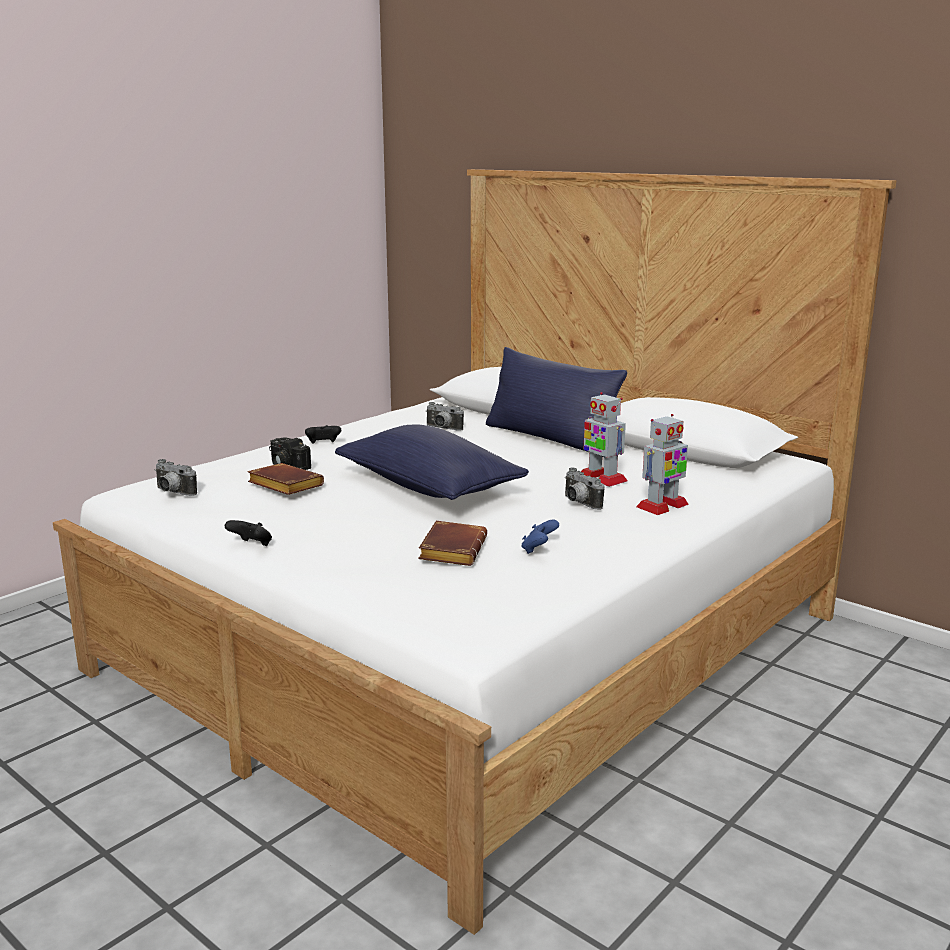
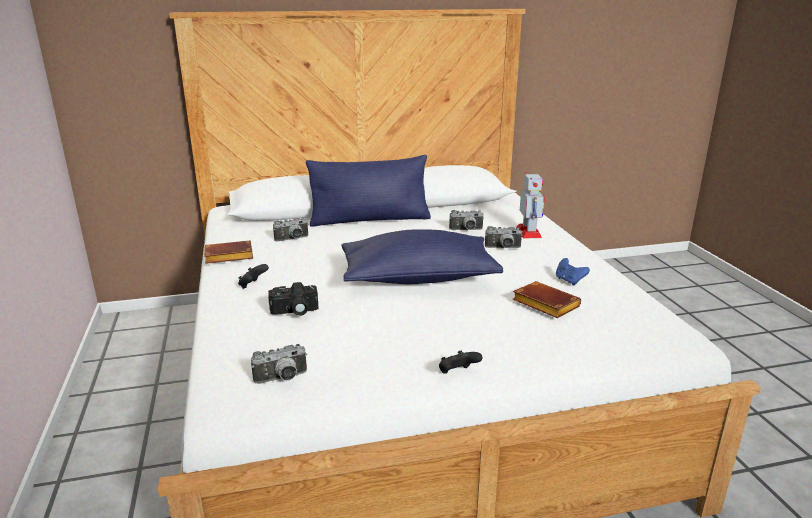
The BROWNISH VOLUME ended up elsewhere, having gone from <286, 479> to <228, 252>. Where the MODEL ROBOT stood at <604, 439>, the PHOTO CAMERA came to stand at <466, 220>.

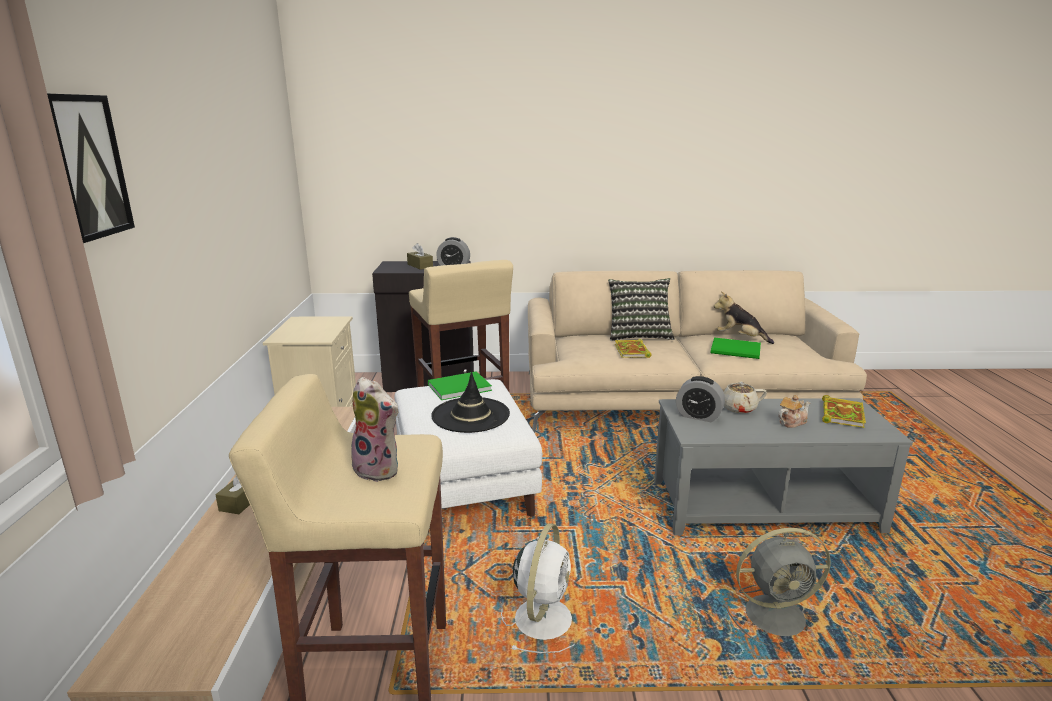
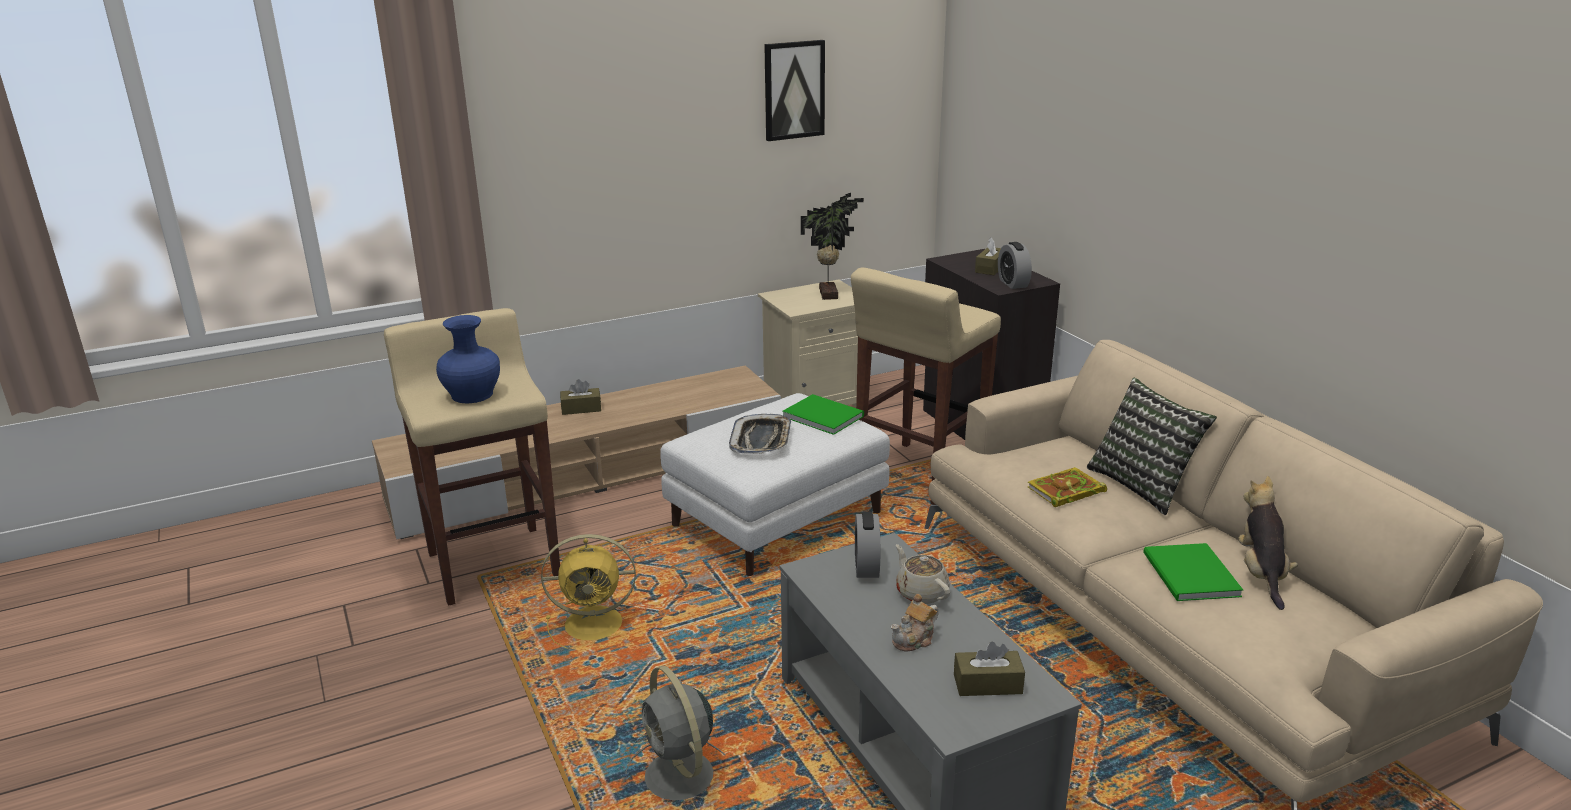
Where the PLUSH TOY stood at <374, 429>, the BLUE FLOWER VASE came to stand at <468, 359>. What was the WHITE FAN at <538, 588> turned into the YELLOW FAN at <588, 591>. Where the BLACKISH HAT stood at <470, 402>, the TRAY came to stand at <760, 434>. The WALL ART ended up elsewhere, having gone from <91, 168> to <794, 90>. The second view gained the PLANT IN A POT at <832, 246>. The TEA POT at <794, 411> ended up facing another way, 105 degrees clockwise from before. Where the VOLUME stood at <844, 411>, the BROWNISH BOX OF TISSUES came to stand at <989, 669>.

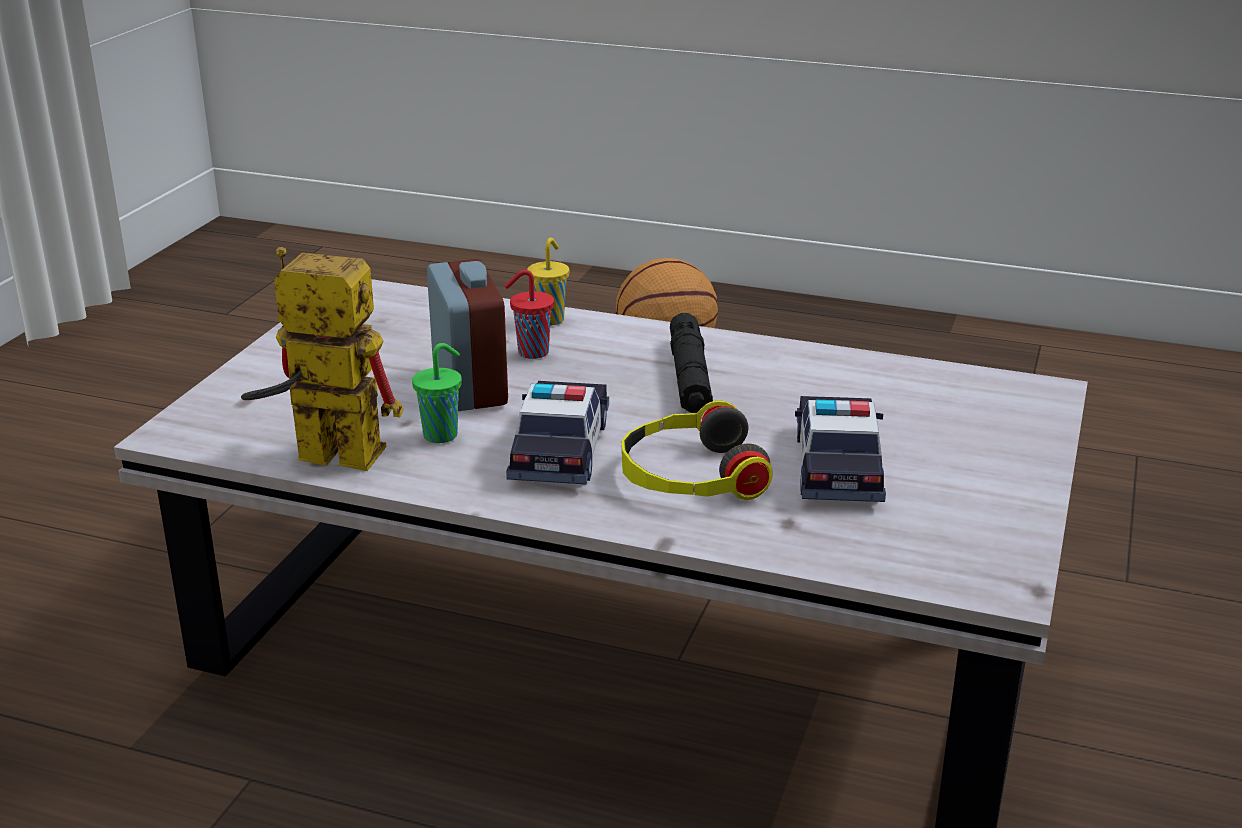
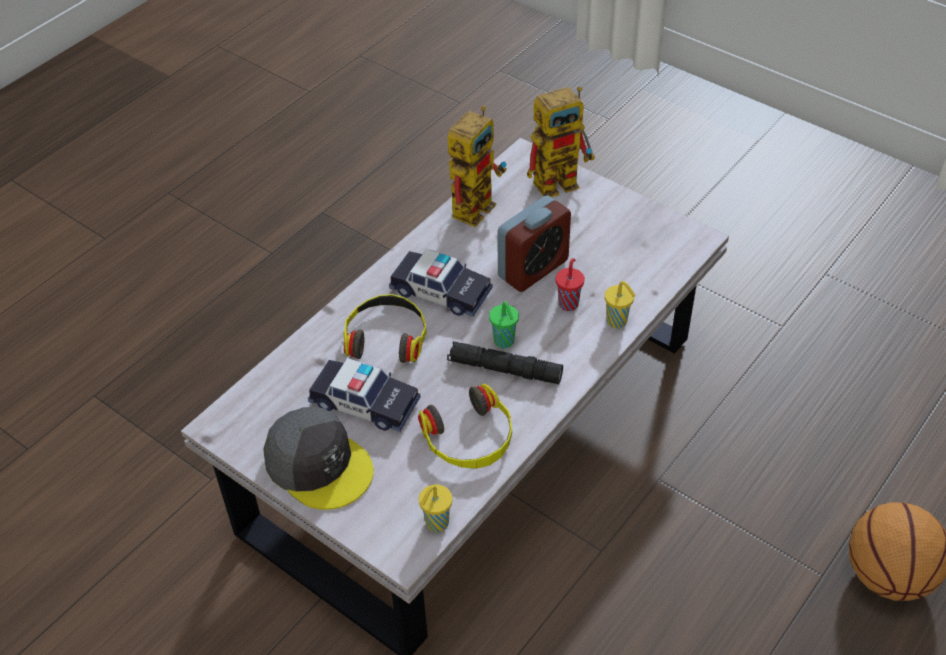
The second view gained the GRAY BASEBALL CAP at <318, 458>. The second view gained the HEADPHONES at <465, 426>. The second view gained the YELLOW SMALL CUP at <435, 508>. The GREENISH SMALL CUP ended up elsewhere, having gone from <437, 393> to <504, 324>. The BEDSIDE CLOCK at <467, 335> ended up facing another way, 45 degrees counterclockwise from before. The second view gained the MODEL ROBOT at <561, 141>.

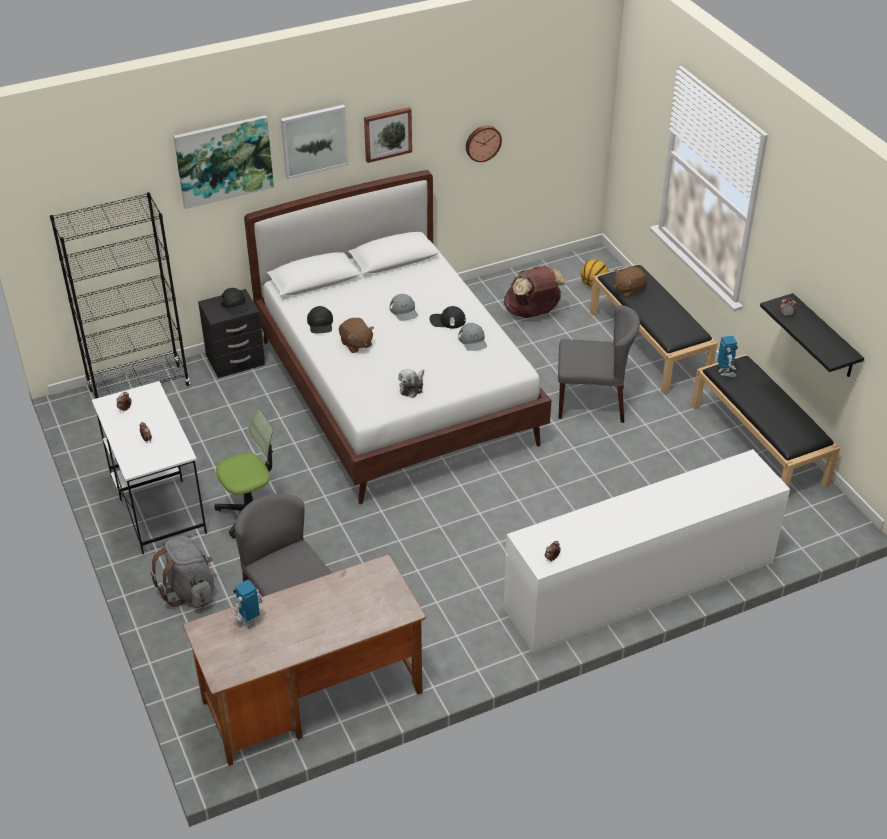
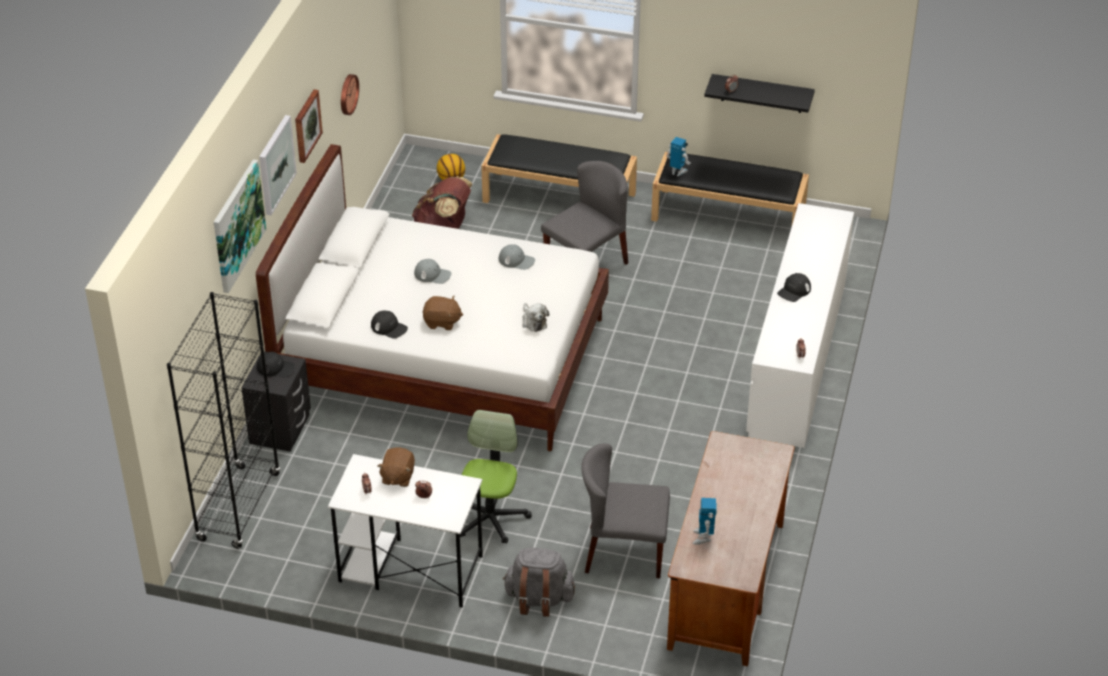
The BROWNISH PLUSH TOY ended up elsewhere, having gone from <630, 282> to <396, 467>. The BLACKISH BASEBALL CAP ended up elsewhere, having gone from <447, 317> to <794, 287>.

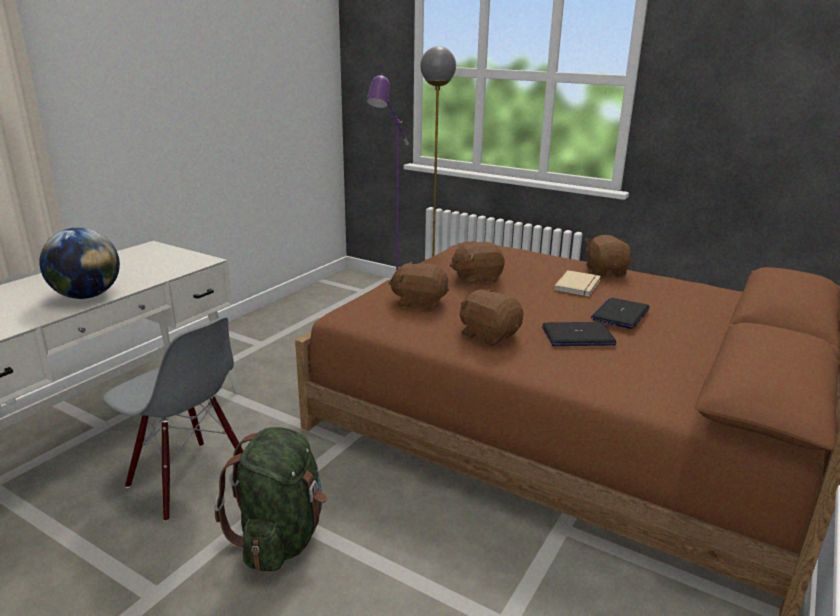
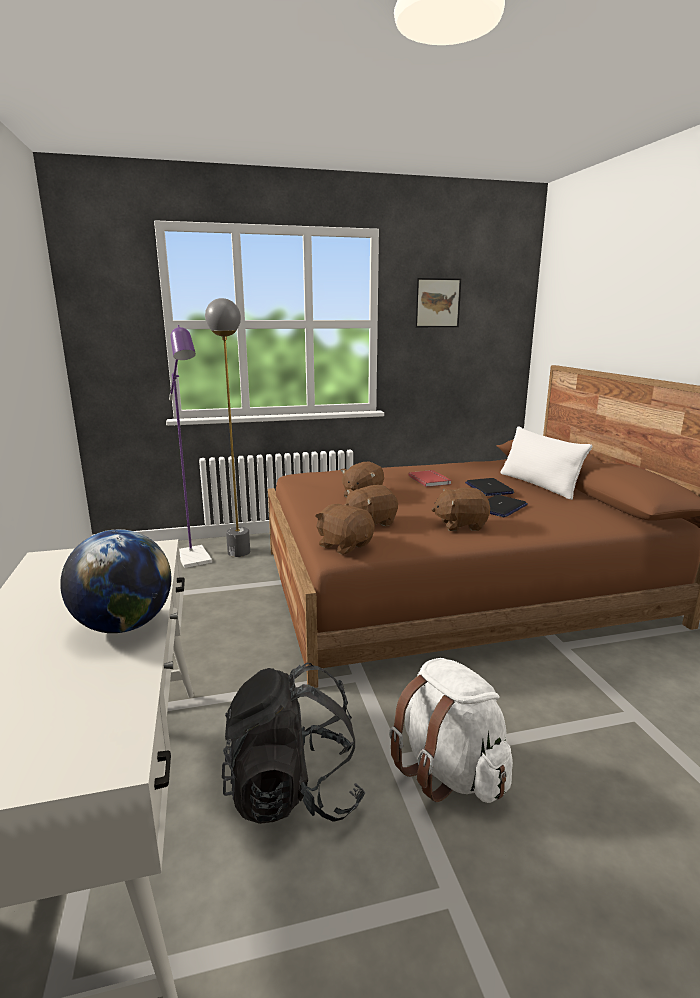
Where the GRAY UPRIGHT CHAIR stood at <173, 419>, the BLACKISH BACKPACK came to stand at <293, 743>. The BROWNISH PLUSH TOY ended up elsewhere, having gone from <608, 255> to <345, 529>. What was the GREENISH BACKPACK at <270, 499> turned into the WHITE BACKPACK at <451, 730>. What was the BEIGE-COLOURED VOLUME at <577, 283> turned into the RED-COLOURED VOLUME at <430, 478>. The second view gained the WALL ART at <438, 302>. The second view gained the WHITE THROW PILLOW at <546, 463>.

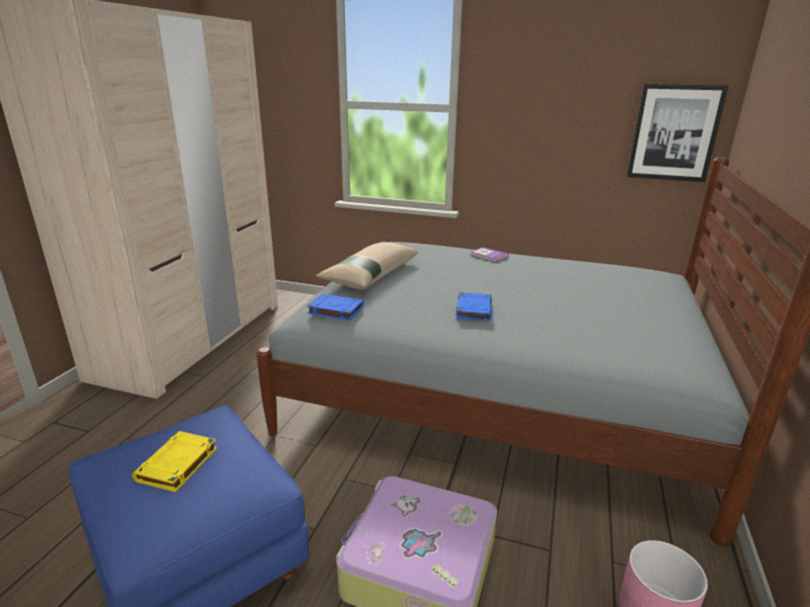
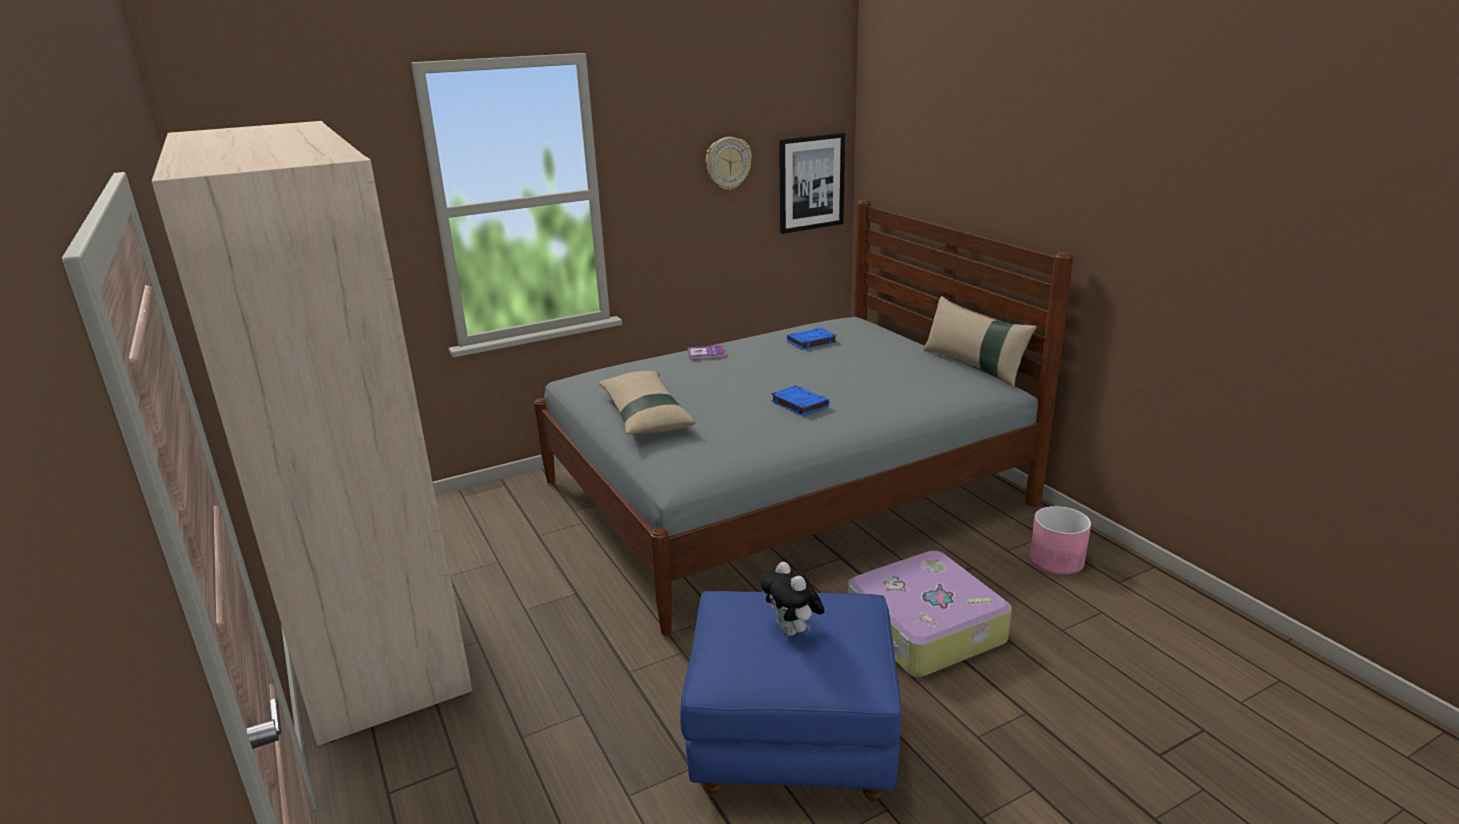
The second view gained the WALL CLOCK at <729, 163>. Where the YELLOW VOLUME stood at <174, 461>, the PLUSH TOY came to stand at <793, 599>. The BLUE VOLUME ended up elsewhere, having gone from <335, 307> to <812, 339>. The second view gained the BEIGE-COLOURED THROW PILLOW at <980, 341>.

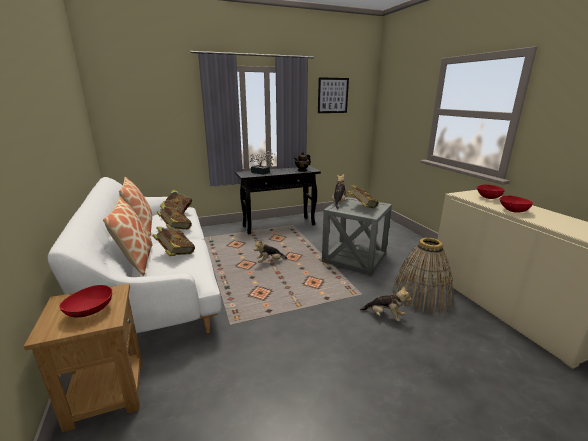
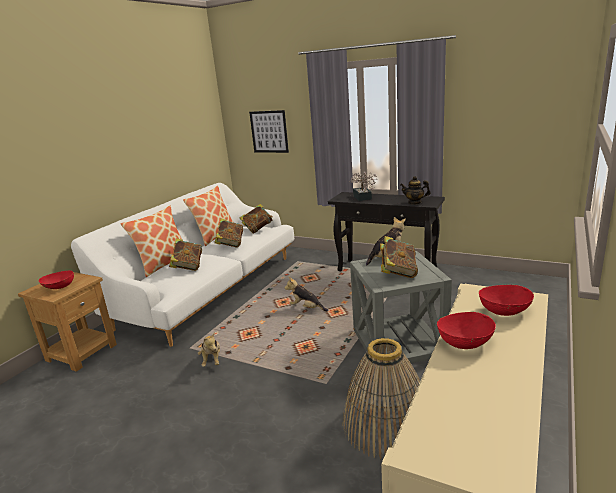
The PLUSH TOY ended up elsewhere, having gone from <386, 303> to <209, 349>. The WALL ART ended up elsewhere, having gone from <333, 95> to <269, 131>.

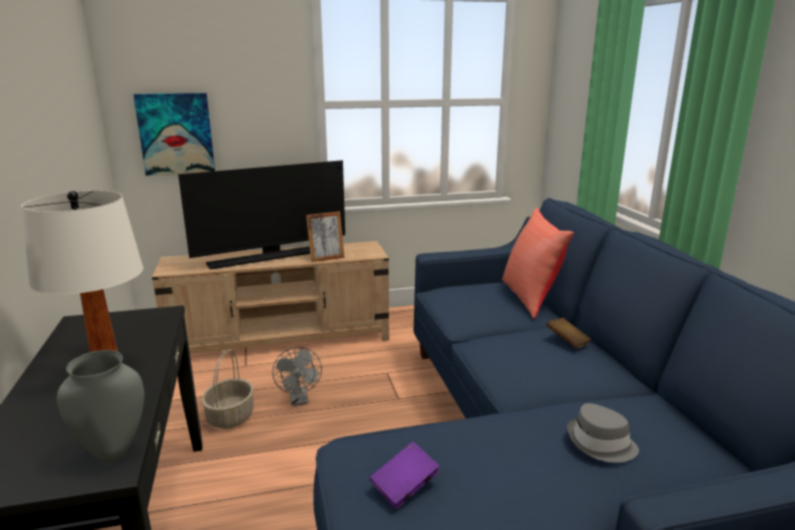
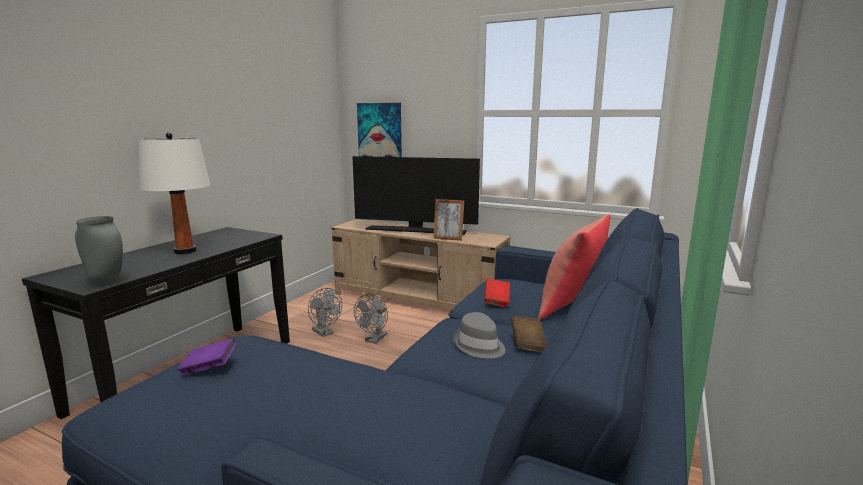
Where the STORAGE BASKET stood at <227, 389>, the GRAY FAN came to stand at <325, 312>. The GRAY HAT ended up elsewhere, having gone from <603, 433> to <479, 335>. The second view gained the RED-COLOURED VOLUME at <497, 293>.

